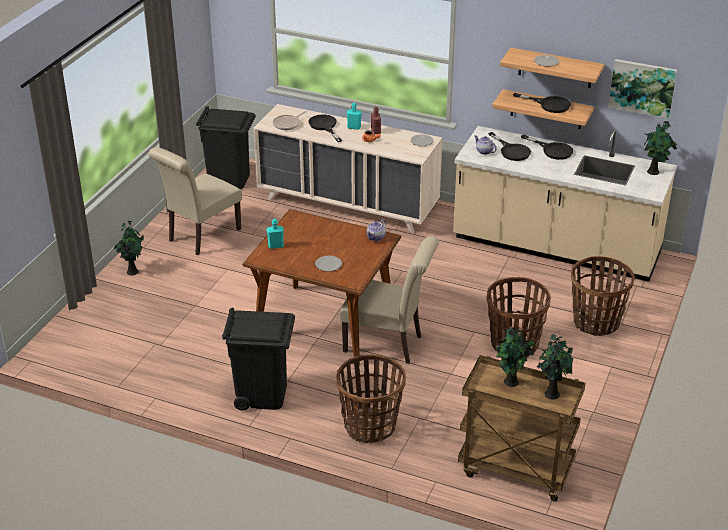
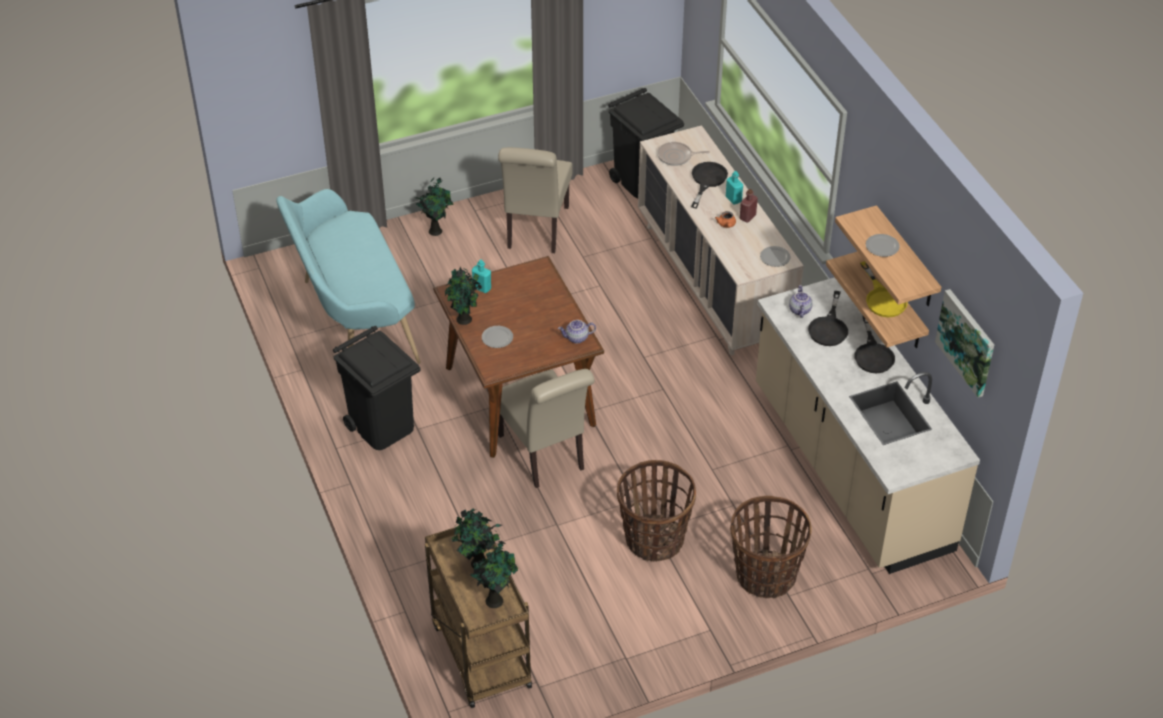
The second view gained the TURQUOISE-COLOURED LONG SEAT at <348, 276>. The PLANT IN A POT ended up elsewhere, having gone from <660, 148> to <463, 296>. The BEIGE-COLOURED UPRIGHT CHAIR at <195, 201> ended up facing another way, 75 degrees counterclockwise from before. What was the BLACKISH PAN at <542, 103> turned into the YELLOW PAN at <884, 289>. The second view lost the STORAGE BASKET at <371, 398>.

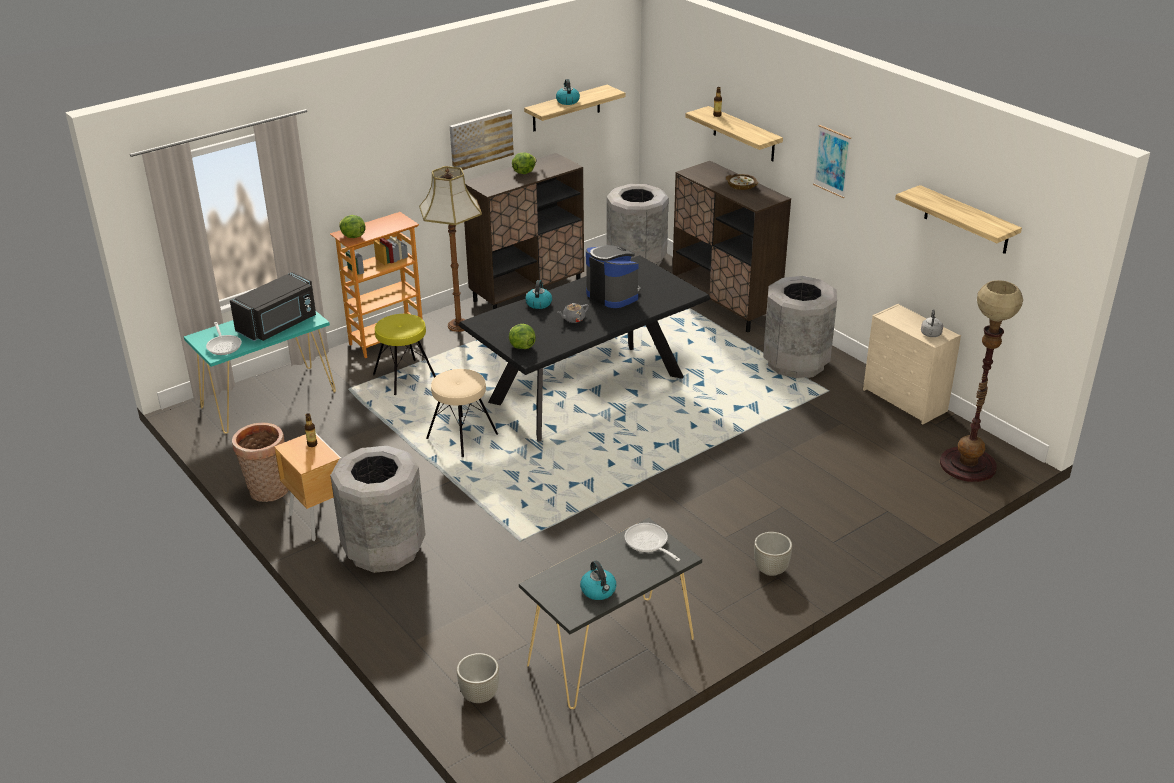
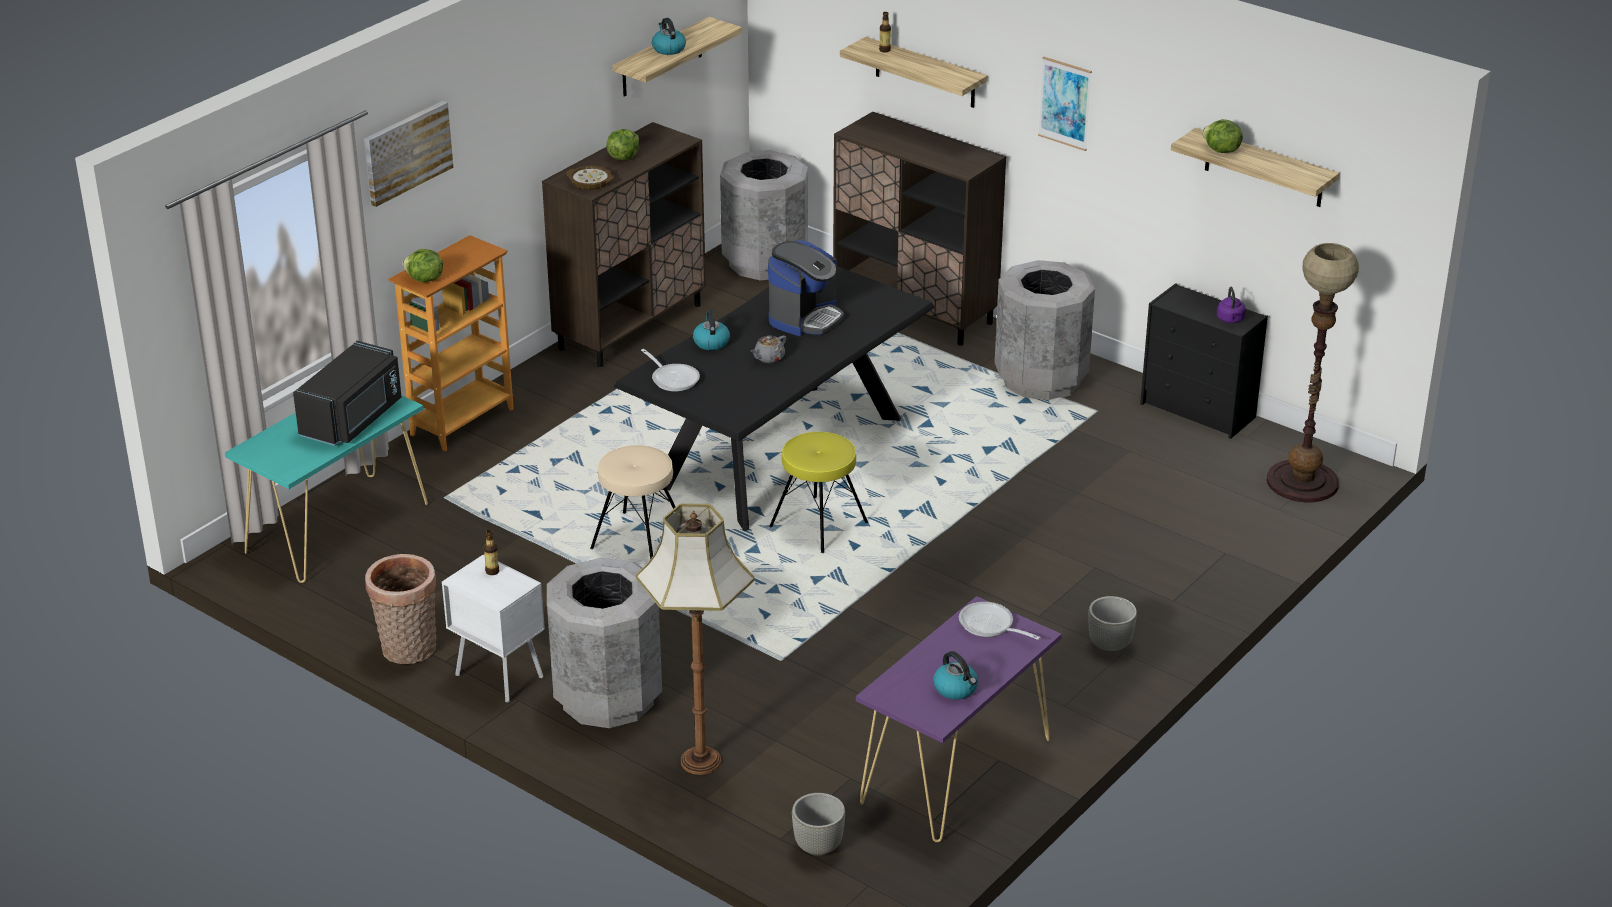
The WALL ART ended up elsewhere, having gone from <482, 139> to <408, 154>. What was the BROWNISH BEDSIDE TABLE at <307, 487> turned into the WHITE BEDSIDE TABLE at <493, 628>. The SERVING BOWL ended up elsewhere, having gone from <742, 182> to <590, 178>. The STANDARD LAMP ended up elsewhere, having gone from <450, 249> to <695, 639>. The PAN ended up elsewhere, having gone from <224, 338> to <670, 370>. The COFFEE MACHINE at <613, 276> ended up facing another way, 90 degrees clockwise from before. The YELLOW STOOL ended up elsewhere, having gone from <404, 354> to <818, 492>. What was the BLACKISH CONSOLE TABLE at <610, 613> turned into the PURPLE-COLOURED CONSOLE TABLE at <959, 719>. What was the BEIGE-COLOURED DRESSER at <912, 364> turned into the BLACKISH DRESSER at <1204, 361>. The LETTUCE HEAD ended up elsewhere, having gone from <522, 336> to <1222, 136>. What was the GRAY KETTLE at <932, 323> turned into the PURPLE-COLOURED KETTLE at <1231, 305>.

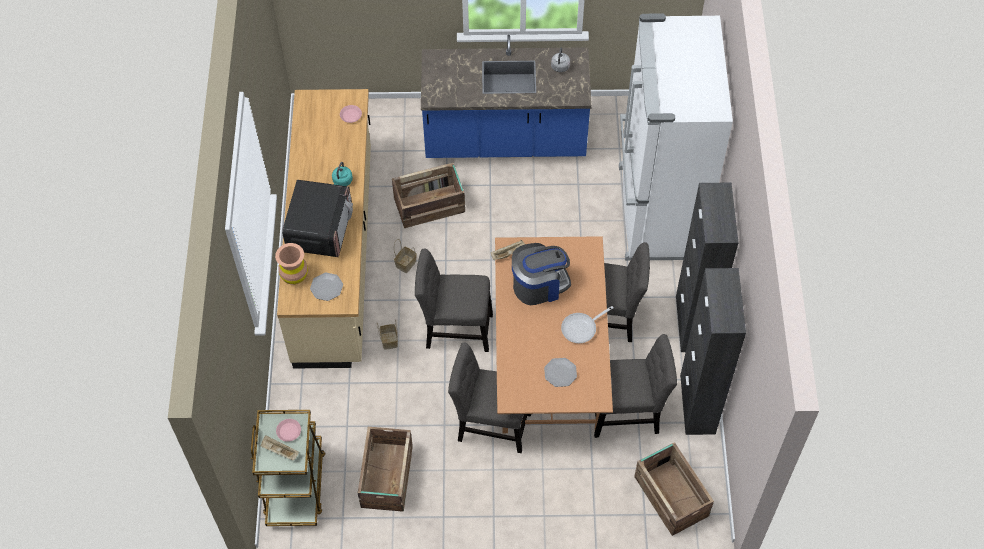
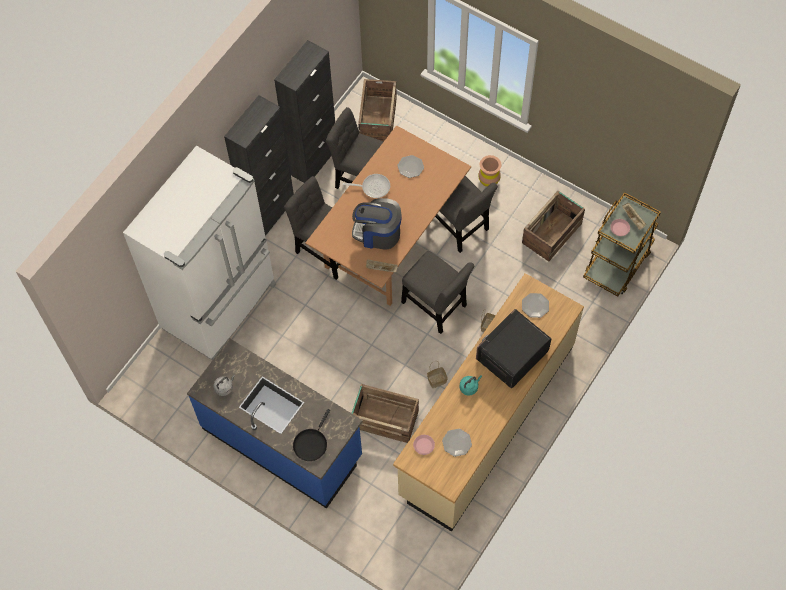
The second view gained the BLACKISH PAN at <311, 435>. The second view gained the DINNER PLATE at <457, 443>. The BROWNISH FLOWER VASE ended up elsewhere, having gone from <291, 264> to <489, 171>.

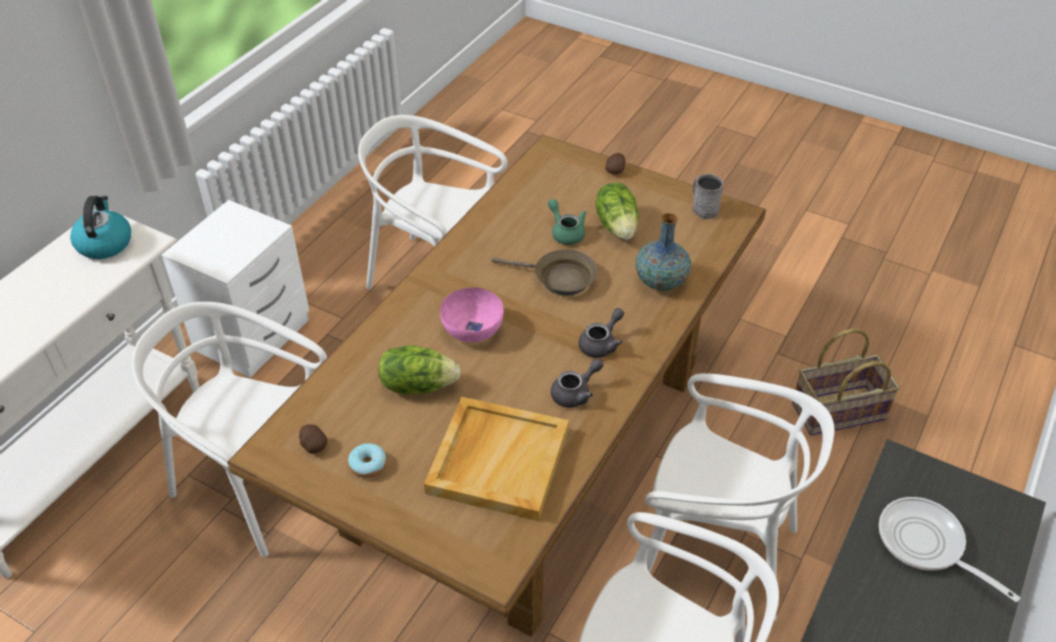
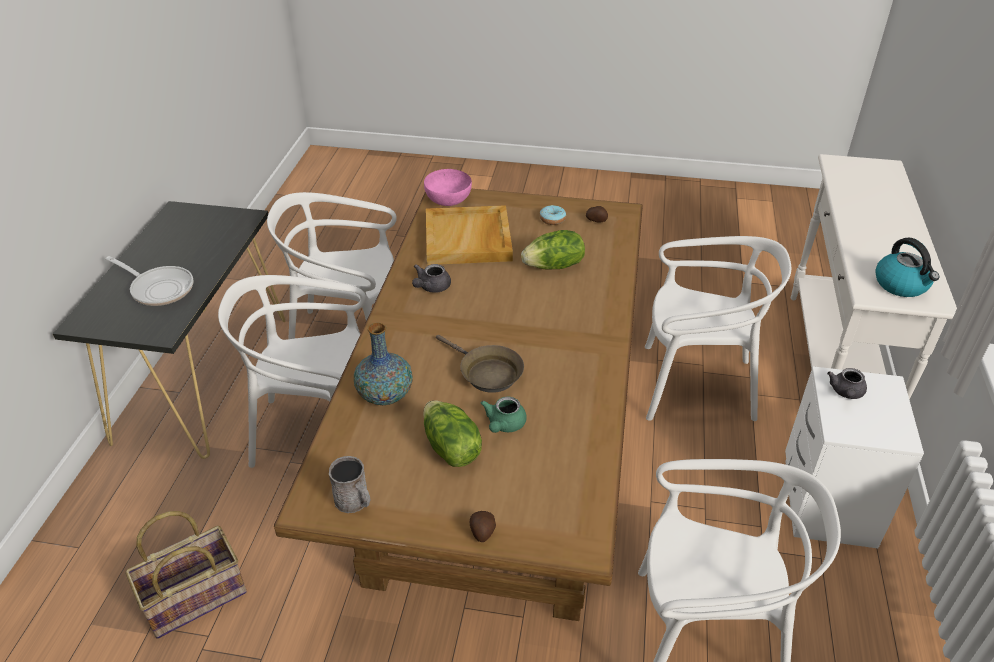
The PINK-COLOURED SERVING BOWL ended up elsewhere, having gone from <472, 314> to <448, 187>. The BROWNISH PAN at <544, 272> ended up facing another way, 135 degrees counterclockwise from before. The GREENISH TEA POT at <567, 222> ended up facing another way, 75 degrees clockwise from before. The GRAY TEA POT ended up elsewhere, having gone from <601, 333> to <847, 383>.

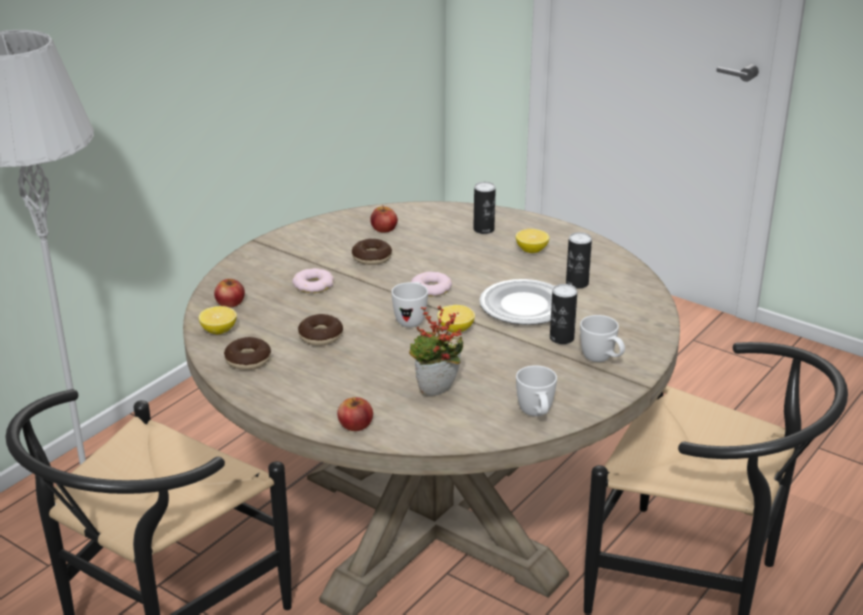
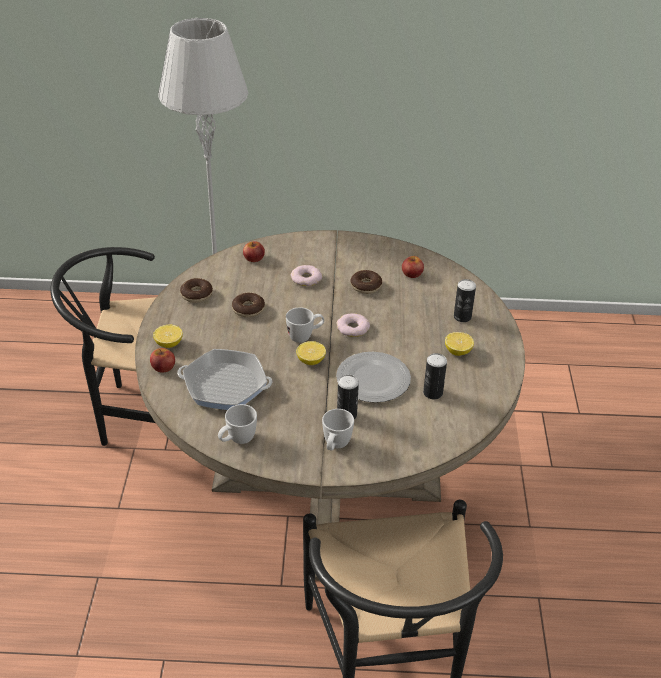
The LEMON ended up elsewhere, having gone from <218, 320> to <168, 336>. Where the PLANT IN A POT stood at <436, 351>, the PAN came to stand at <224, 379>.

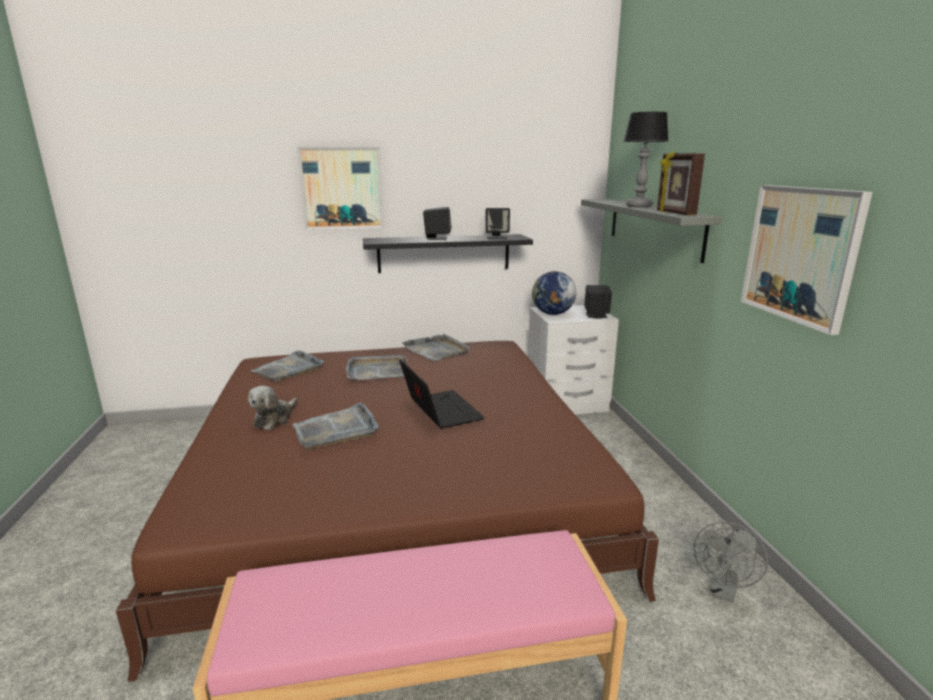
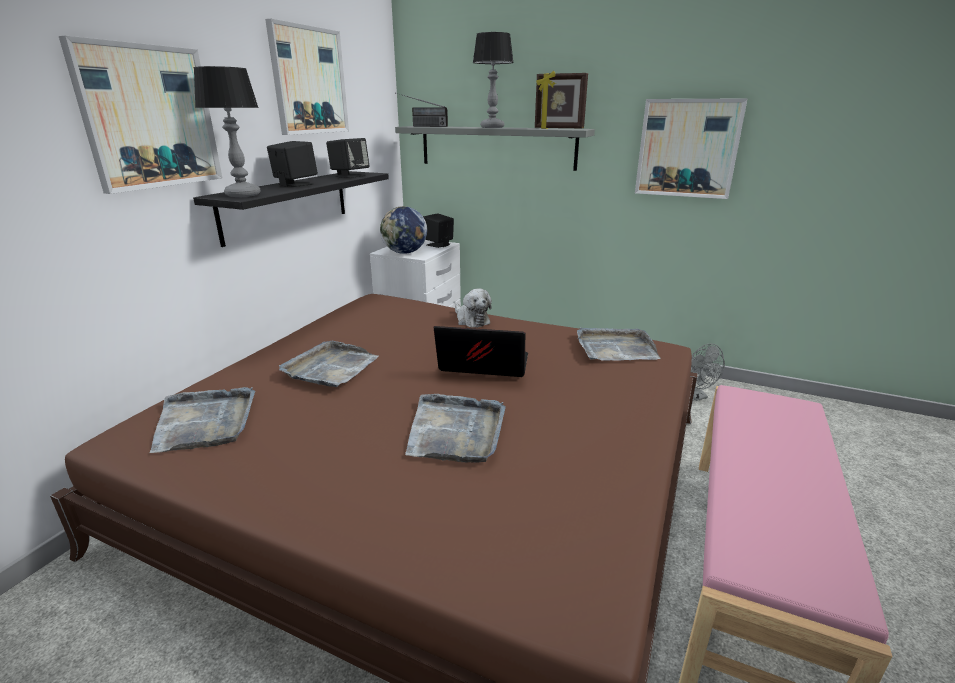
The second view gained the TABLE LAMP at <227, 131>. The second view gained the WALL ART at <307, 76>. The second view gained the RADIO SET at <421, 110>. The PLUSH TOY ended up elsewhere, having gone from <272, 408> to <473, 308>. The GRAY TRAY ended up elsewhere, having gone from <436, 347> to <619, 344>.

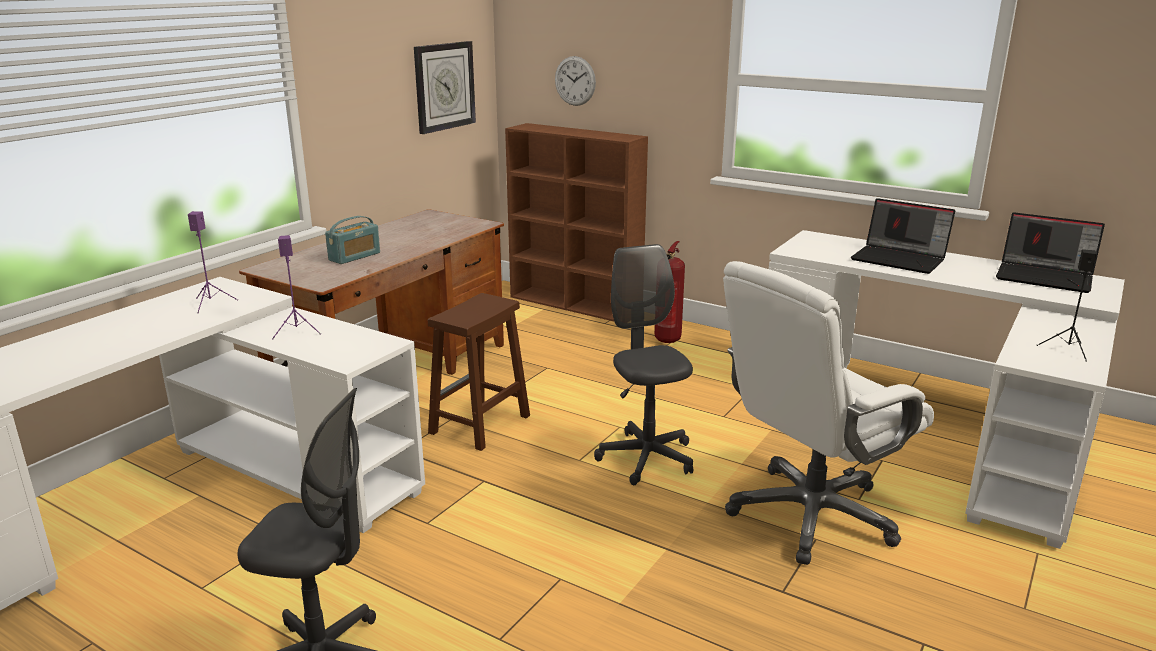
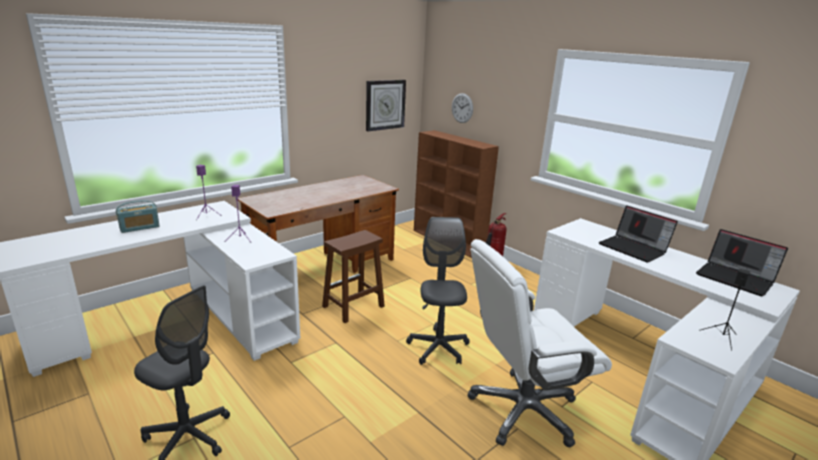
The RADIO SET ended up elsewhere, having gone from <352, 240> to <138, 216>.

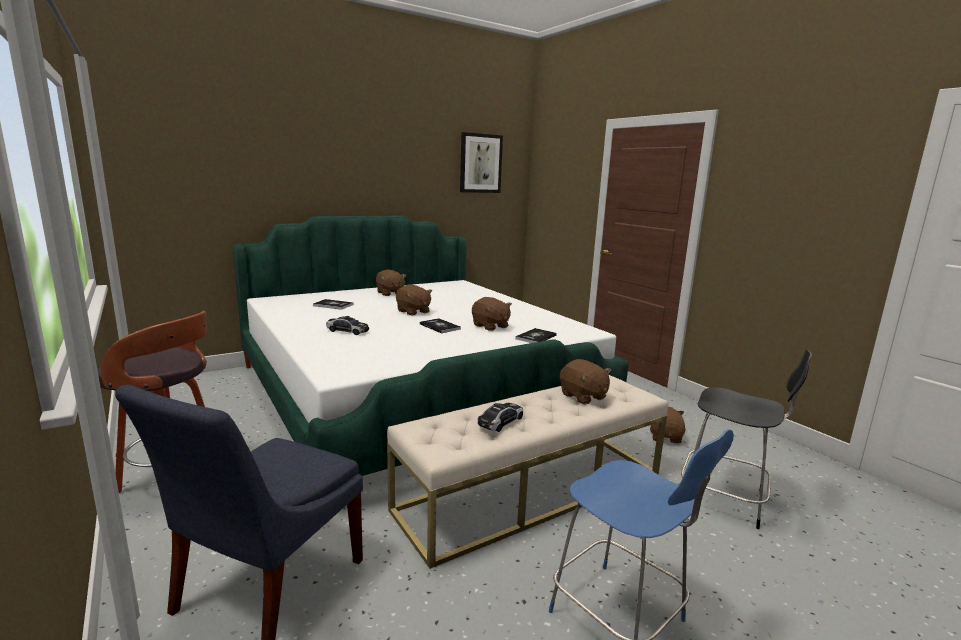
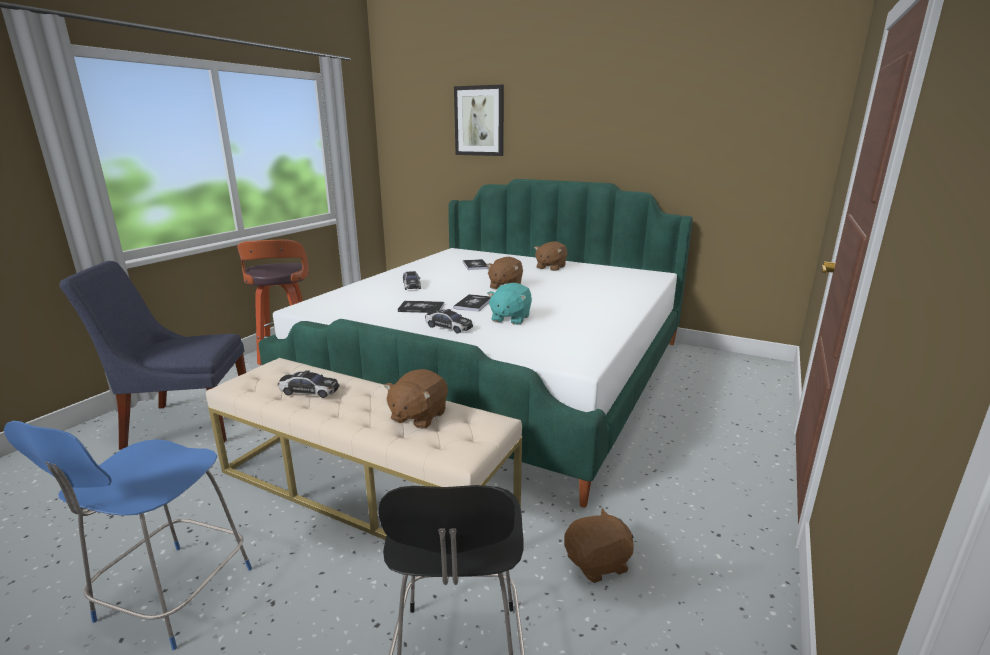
The VOLUME ended up elsewhere, having gone from <536, 335> to <421, 307>. The second view gained the MINIATURE CAR at <449, 321>. The WALL ART ended up elsewhere, having gone from <481, 162> to <479, 120>. What was the BROWNISH PLUSH TOY at <492, 314> turned into the TURQUOISE-COLOURED PLUSH TOY at <509, 304>.

